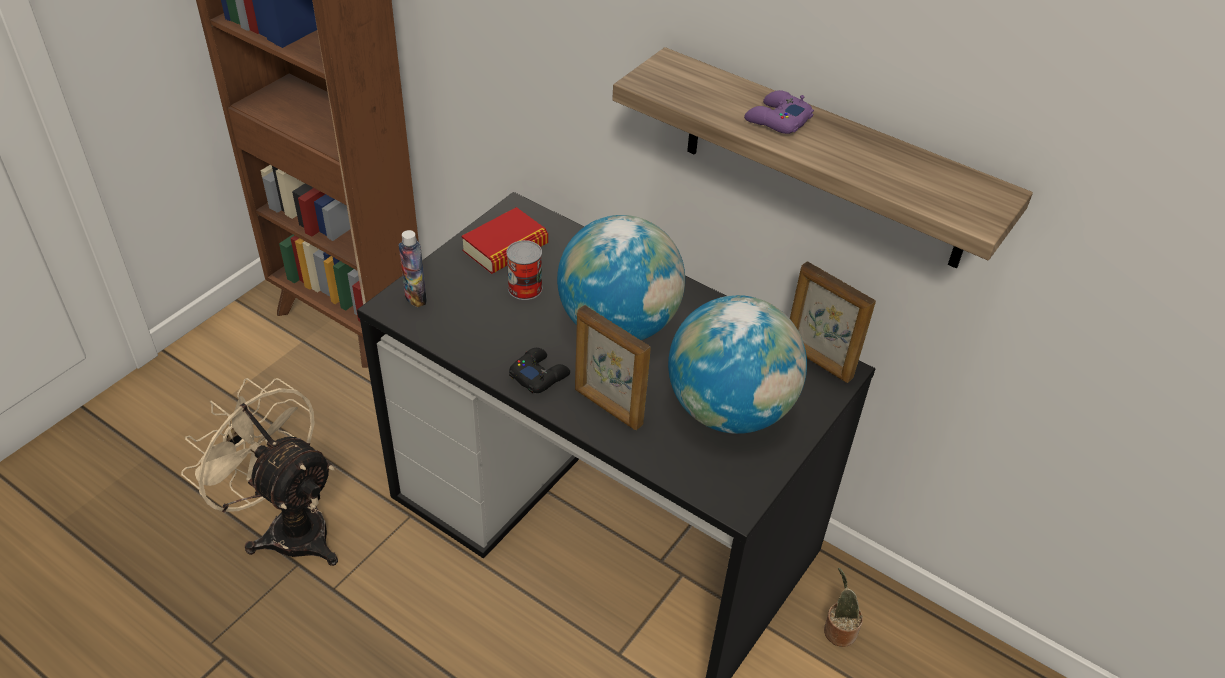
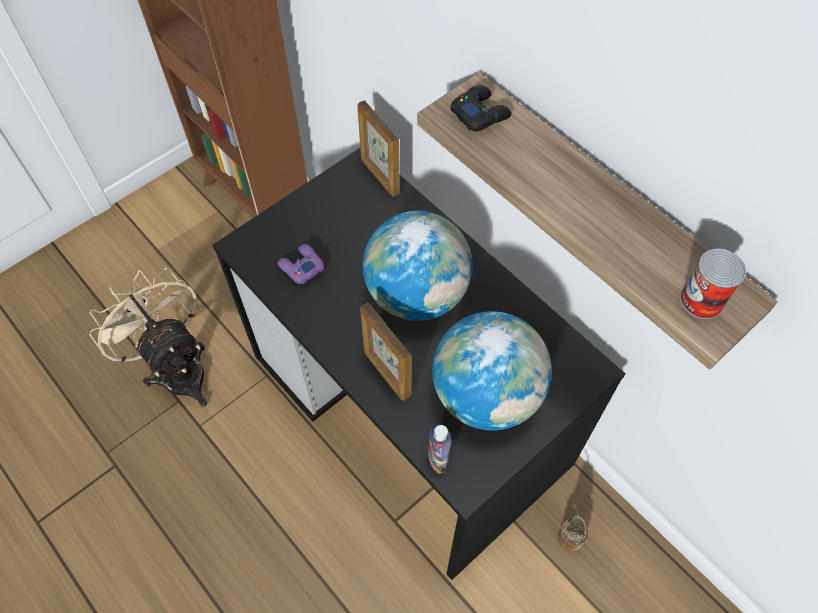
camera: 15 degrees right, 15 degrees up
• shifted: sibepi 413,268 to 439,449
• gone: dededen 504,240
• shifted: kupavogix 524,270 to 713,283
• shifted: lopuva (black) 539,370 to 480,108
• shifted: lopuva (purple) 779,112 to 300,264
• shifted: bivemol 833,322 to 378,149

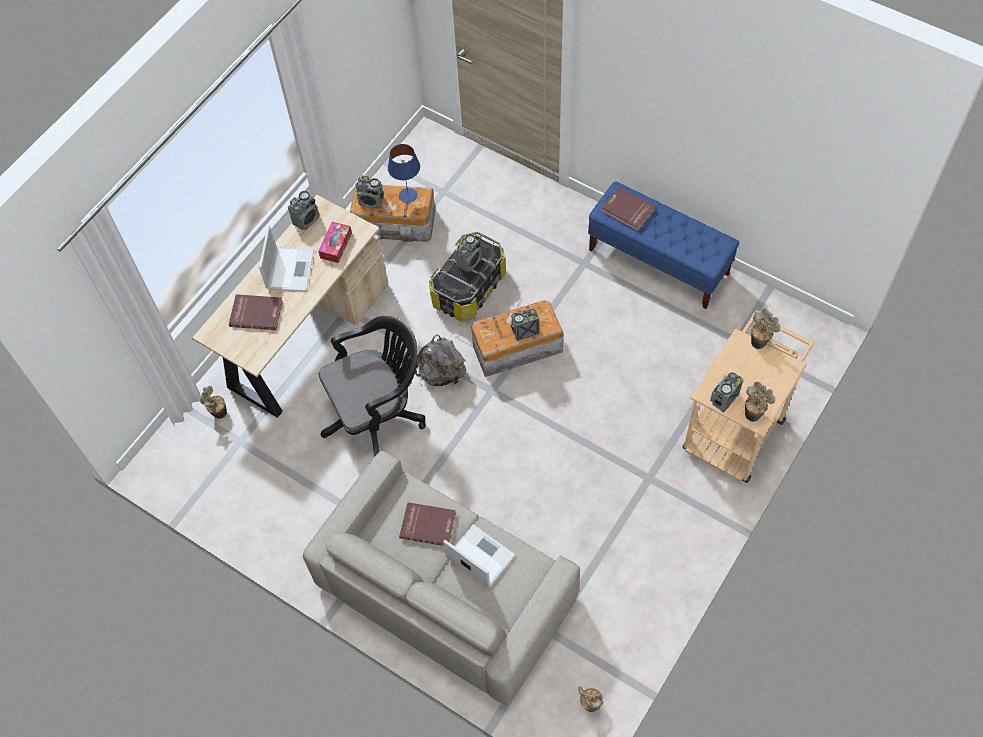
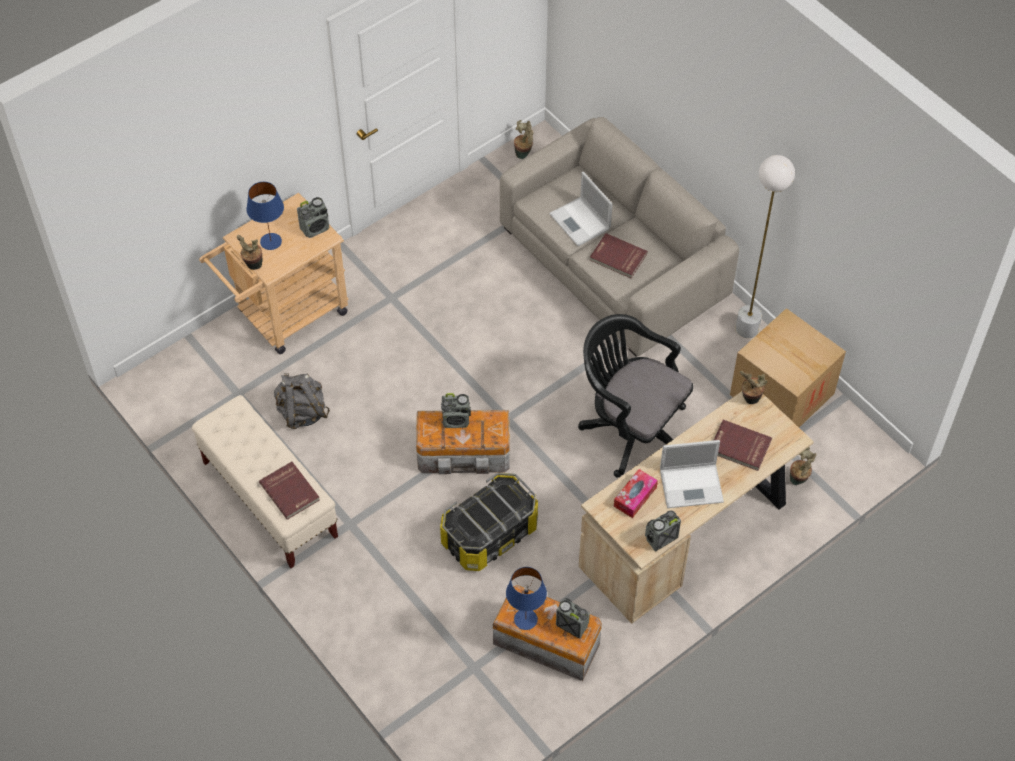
camera: 165 degrees left, 5 degrees down
• rotated: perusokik 286,258 = 692,474 120 degrees counterclockwise
• rotated: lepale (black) 372,386 = 635,395 45 degrees clockwise
• shifted: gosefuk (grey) 440,360 to 302,401
• gone: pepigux 468,253
• repainted: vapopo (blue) 663,245 to vapopo (beige) 265,481
• shifted: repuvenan 760,402 to 753,387
• new: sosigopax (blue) 265,216
• new: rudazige 788,367
• new: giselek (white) 765,246

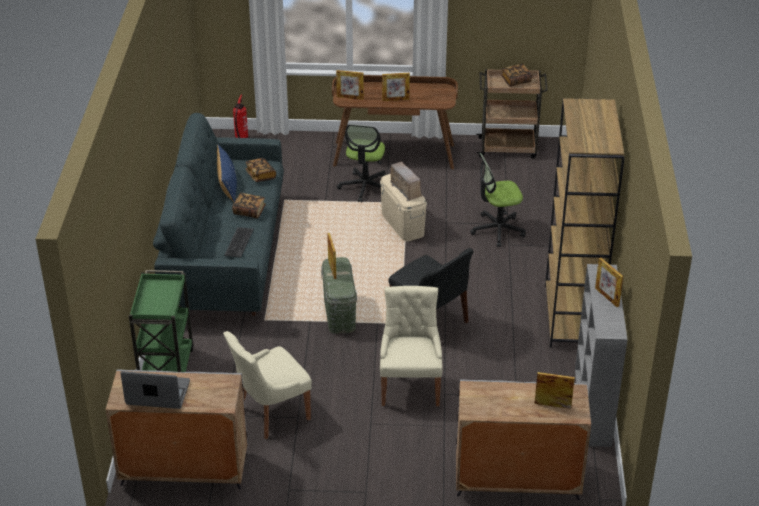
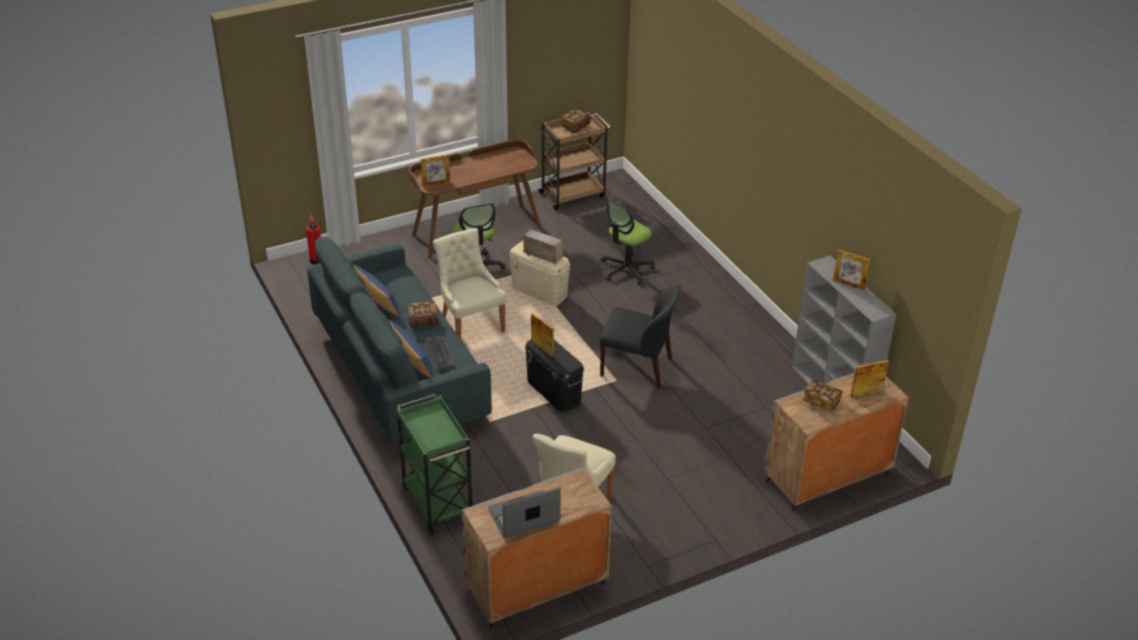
camera: 30 degrees left, 0 degrees up
• shifted: dededen 261,170 to 822,396
• repainted: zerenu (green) 339,295 to zerenu (black) 554,376
• shifted: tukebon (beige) 411,346 to 469,283
• gone: bivemol 396,87
• gone: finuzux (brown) 585,223
• new: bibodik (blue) 411,349

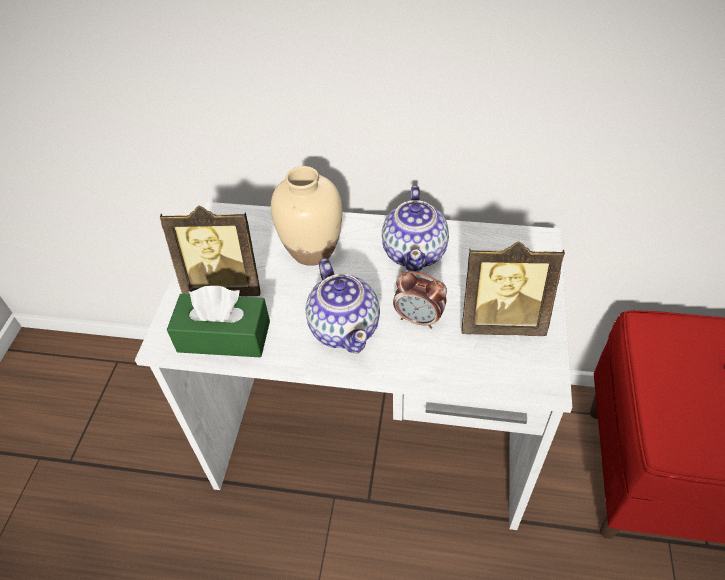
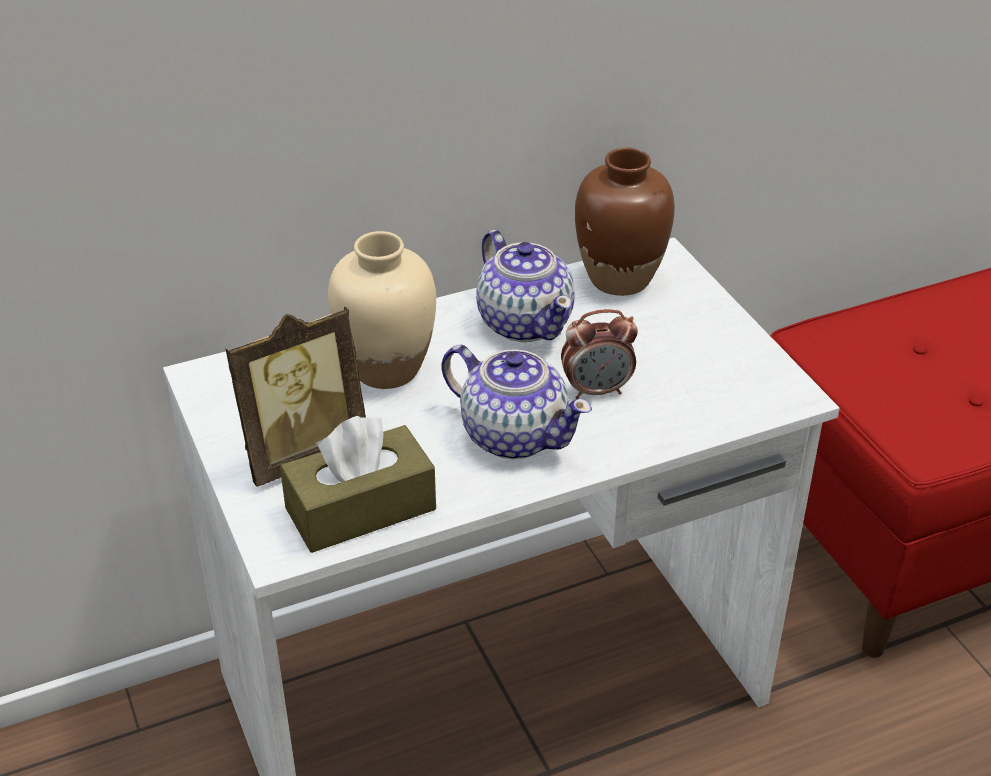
camera: 35 degrees left, 10 degrees down
• repainted: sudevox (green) 218,321 to sudevox (brown) 358,484
• gone: bivemol 513,288
• new: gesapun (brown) 625,222

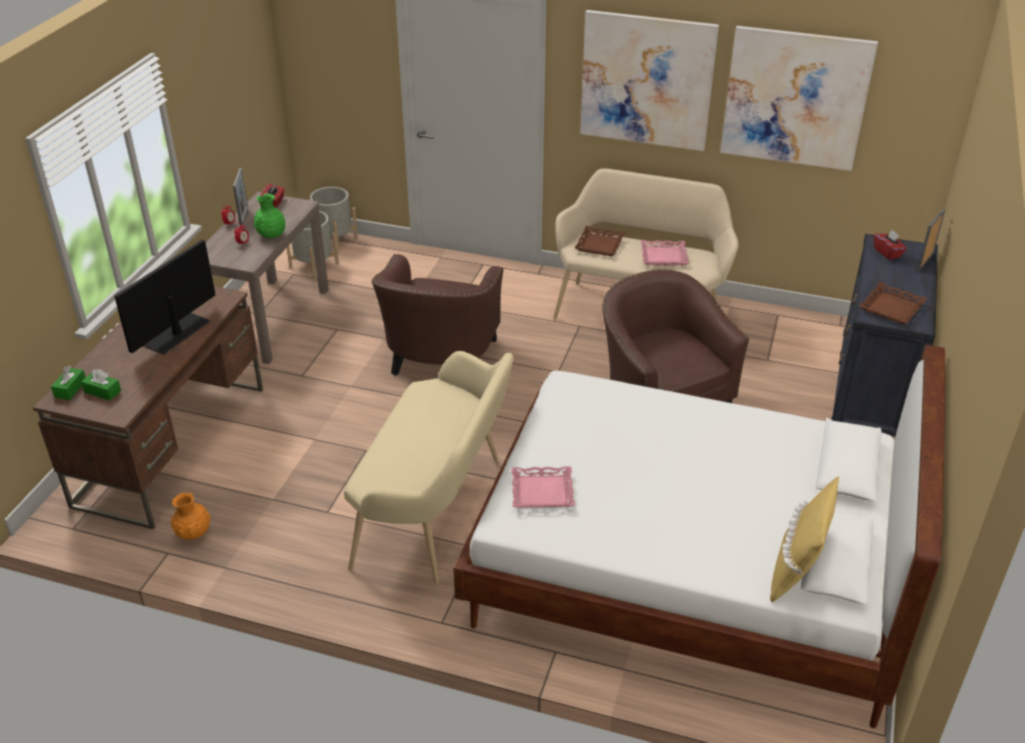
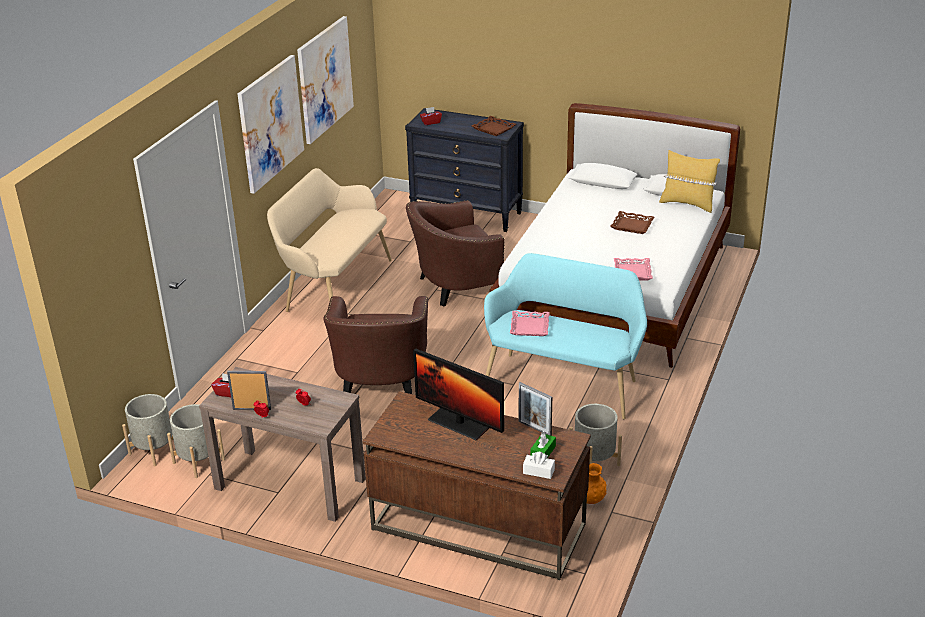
camera: 85 degrees left, 5 degrees down
• repainted: sudevox (green) 68,382 to sudevox (white) 539,465
• gone: gesapun (green) 269,216
• repainted: vapopo (beige) 429,467 to vapopo (turquoise) 565,336
• rotated: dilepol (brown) 437,315 = 375,345 75 degrees clockwise
• shifted: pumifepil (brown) 599,241 to 632,222
• shifted: pumifepil (pink) 664,253 to 530,323
• shifted: bivemol 931,239 to 535,409
• new: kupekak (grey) 595,435

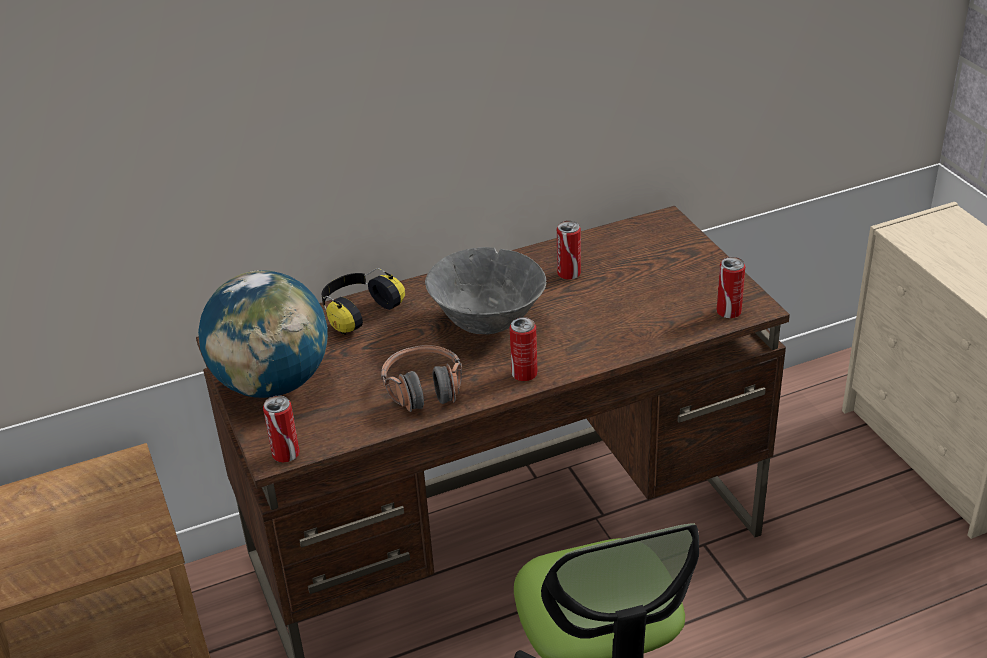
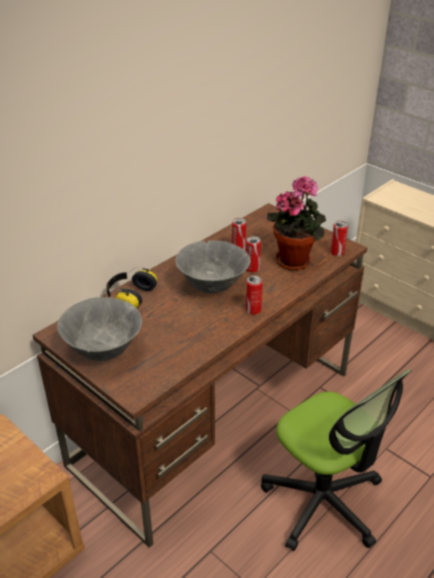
camera: 25 degrees left, 0 degrees up
• swapped: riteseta 263,334 to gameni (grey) 99,329
• shifted: kupavogix 281,429 to 253,254
• gone: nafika 421,378
• new: repuvenan 296,223

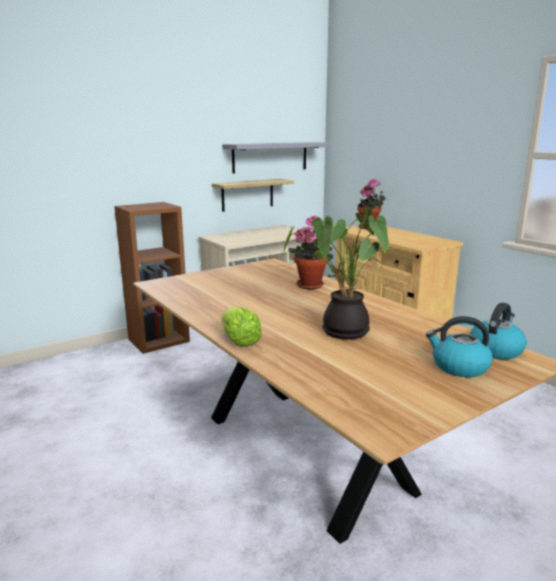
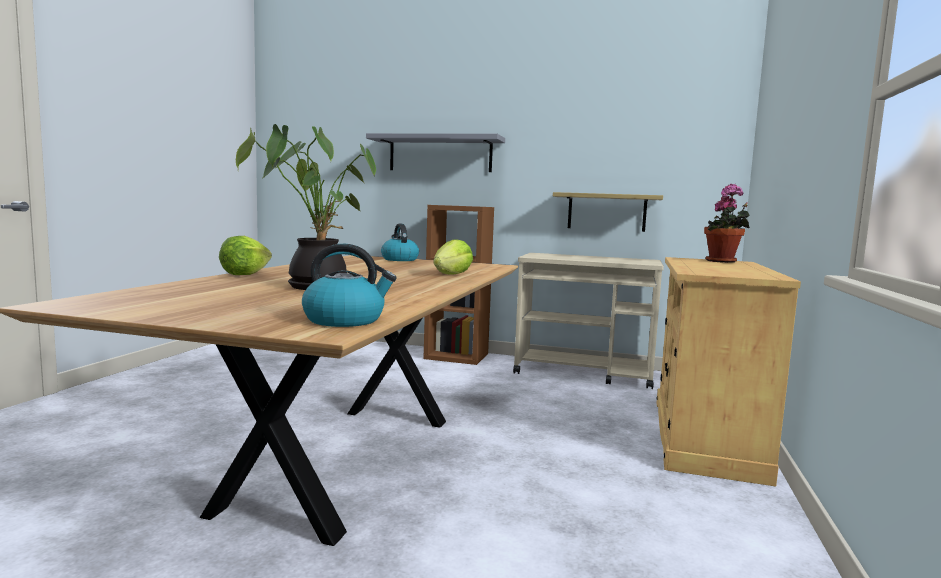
camera: 50 degrees right, 10 degrees down
• shifted: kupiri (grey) 276,157 to 435,152
• swapped: repuvenan 310,252 to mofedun 453,257
• shifted: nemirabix 459,346 to 400,242

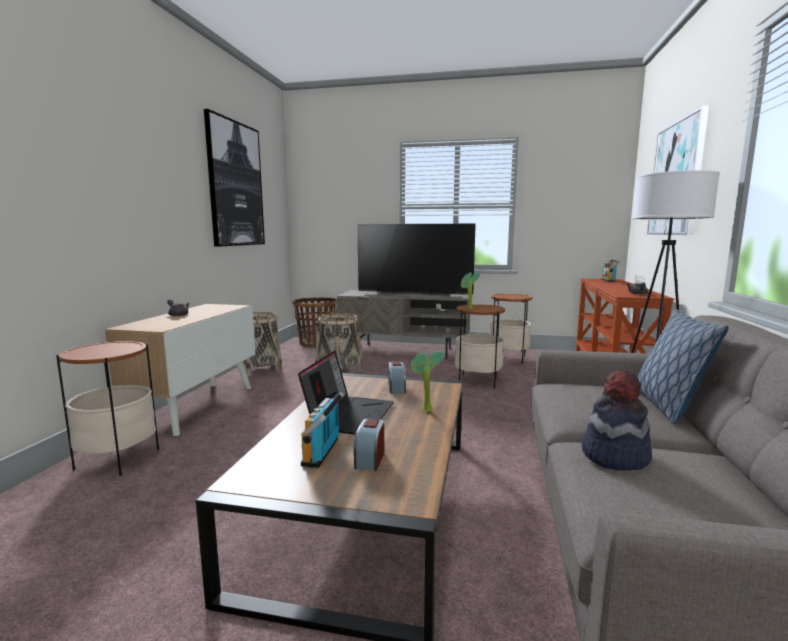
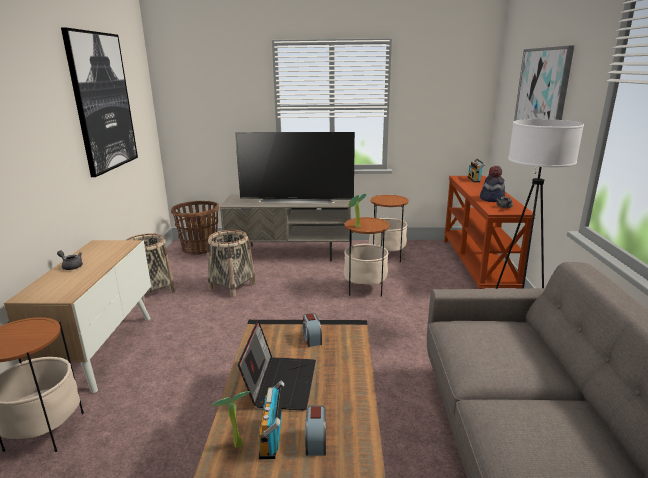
camera: 10 degrees left, 10 degrees up
• shifted: repuvenan 427,381 to 231,419
• shifted: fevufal 617,420 to 492,184
• gone: bibodik 683,366

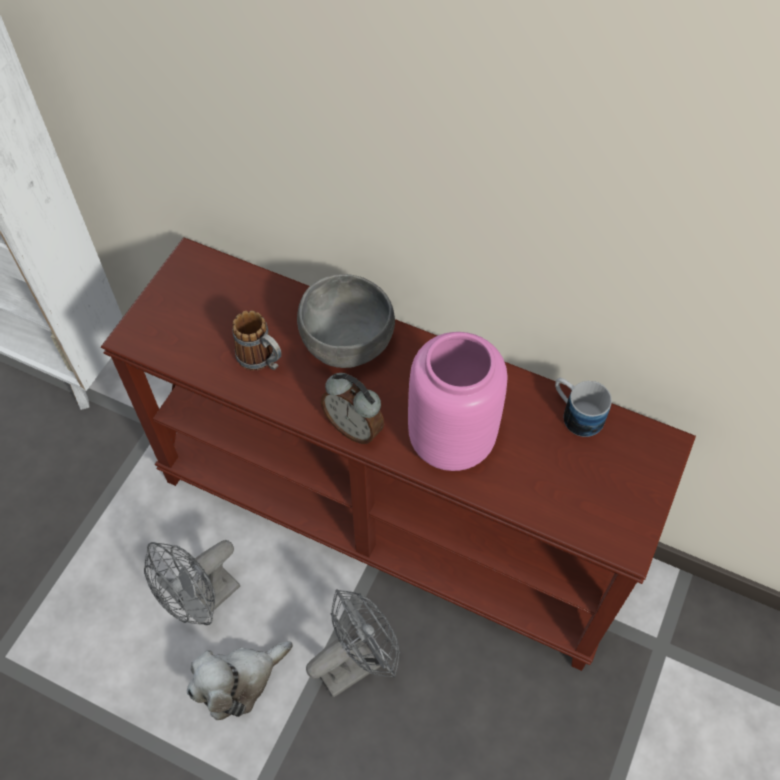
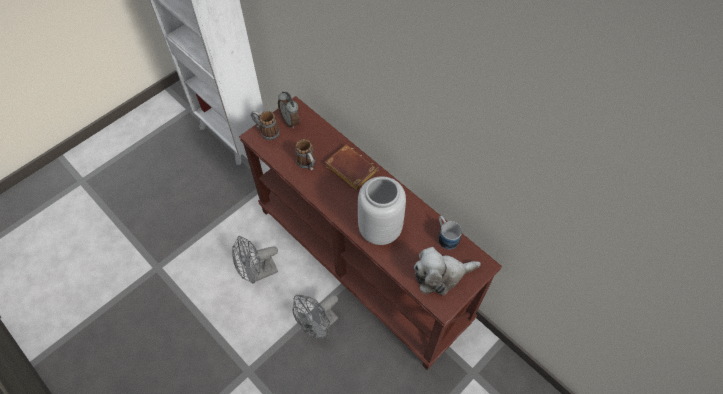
camera: 20 degrees right, 0 degrees up
• shifted: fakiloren 240,680 to 447,271
• swapped: gameni (grey) 346,321 to dededen (brown) 352,167
• rotated: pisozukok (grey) 353,643 = 315,316 150 degrees clockwise
• shifted: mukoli 352,408 to 288,110
• repainted: gesapun (pink) 458,401 to gesapun (grey) 382,210
• new: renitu 265,125

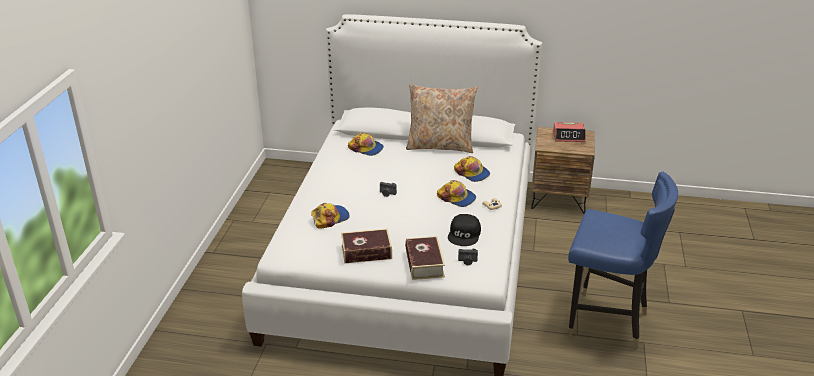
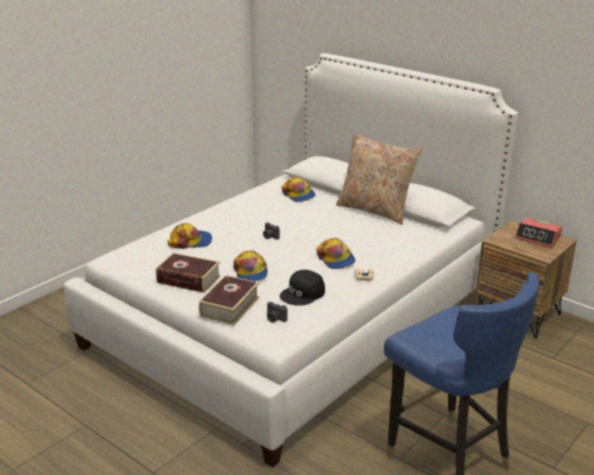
camera: 30 degrees right, 5 degrees down
• shifted: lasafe 472,169 to 250,265

